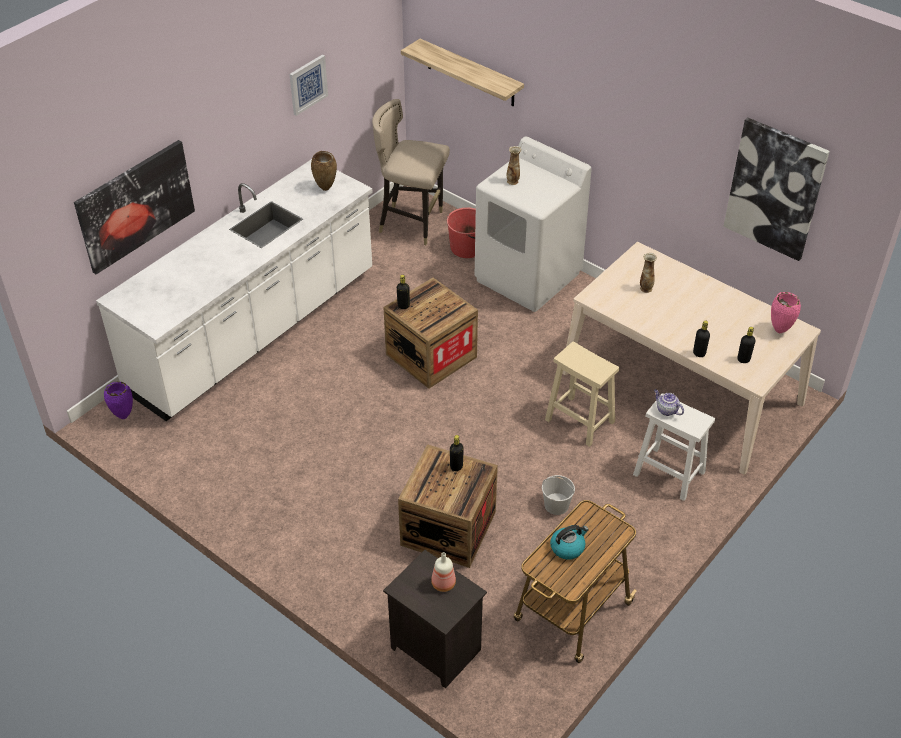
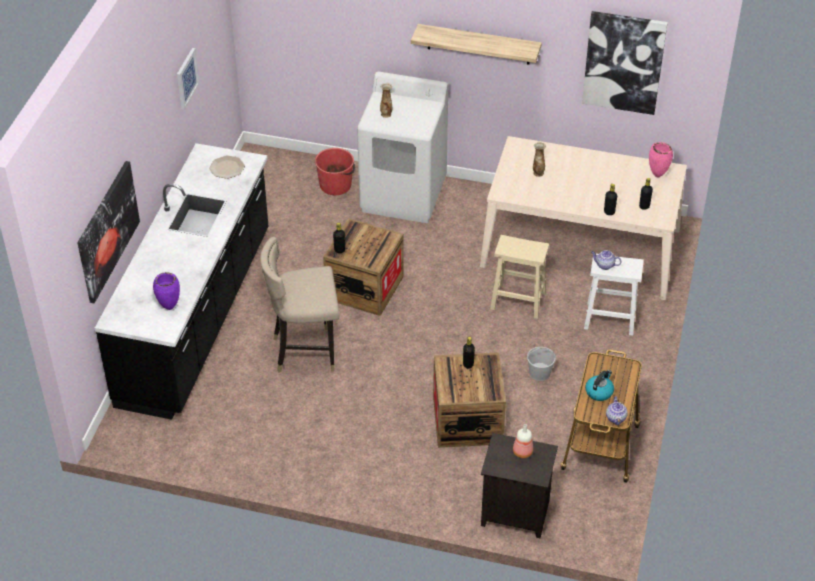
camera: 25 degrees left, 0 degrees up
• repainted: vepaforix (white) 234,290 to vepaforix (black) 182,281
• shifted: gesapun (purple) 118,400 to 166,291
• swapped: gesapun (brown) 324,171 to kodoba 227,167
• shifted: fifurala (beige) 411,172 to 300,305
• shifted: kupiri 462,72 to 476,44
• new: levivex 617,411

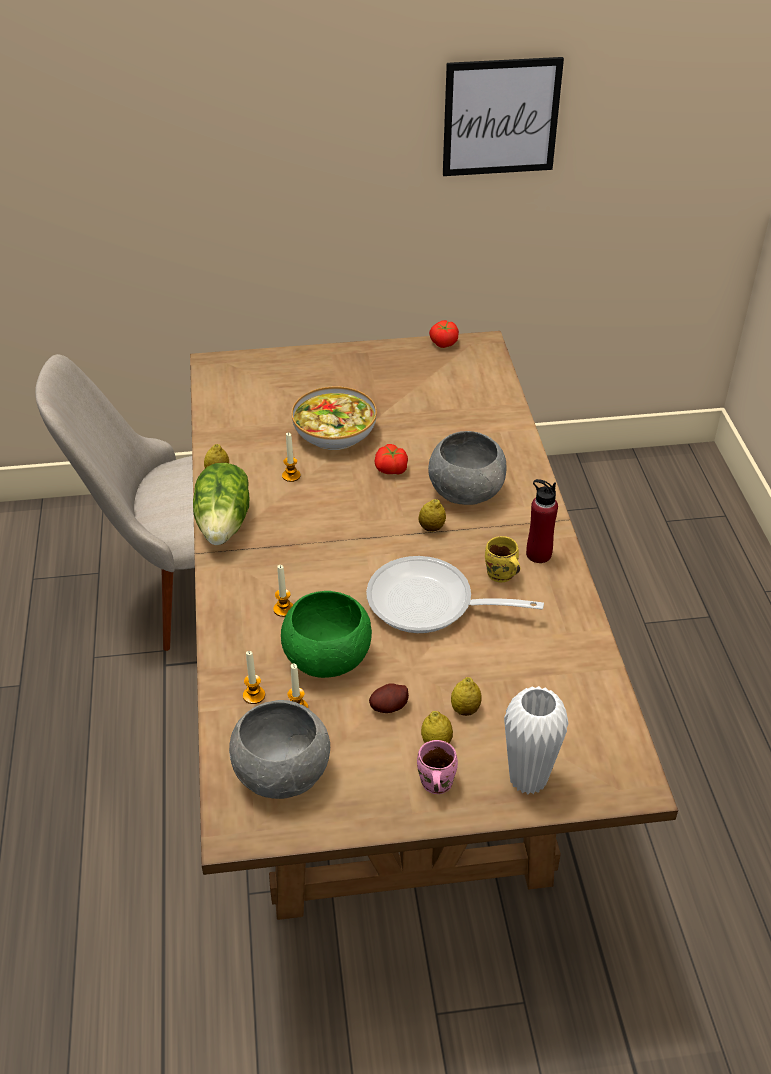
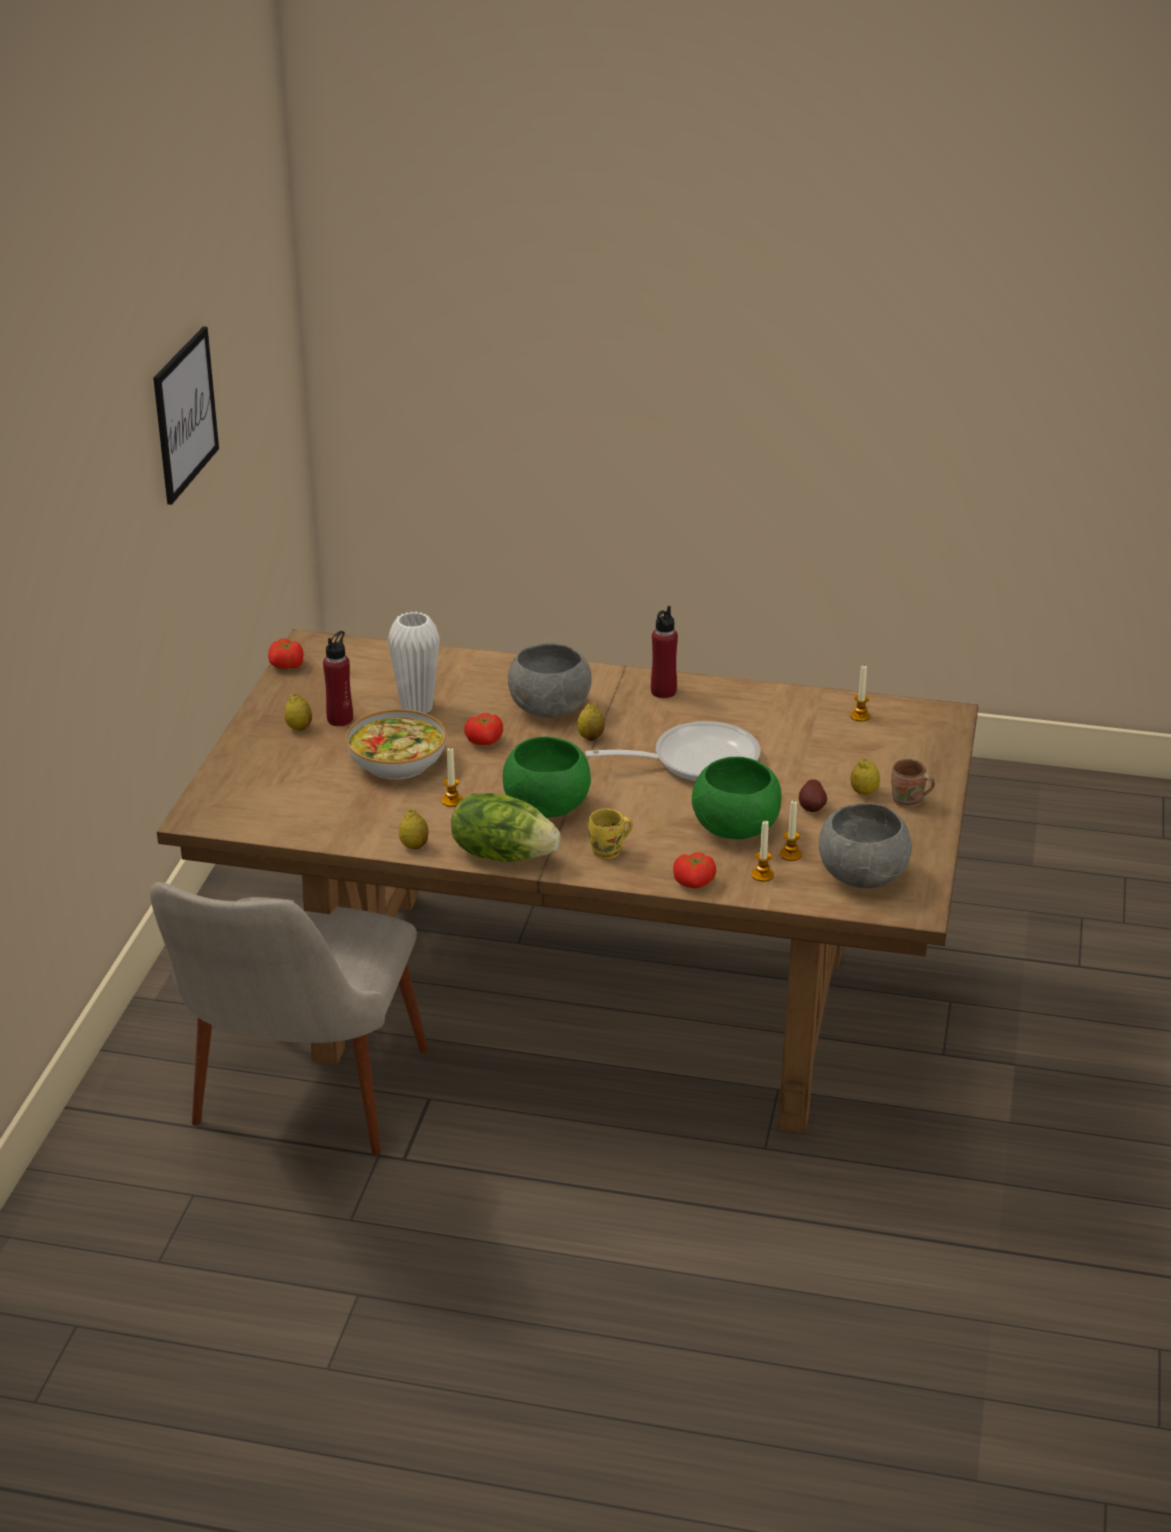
camera: 70 degrees left, 10 degrees down
• shifted: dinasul 283,591 to 860,694
• rotated: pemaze 455,594 = 672,751 135 degrees counterclockwise
• repainted: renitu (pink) 437,767 to renitu (brown) 913,783
• shifted: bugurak 466,696 to 298,712
• shifted: renitu (yellow) 502,559 to 610,834
• shifted: gesapun (white) 536,740 to 414,663
• new: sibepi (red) 338,678
• new: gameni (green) 547,777
• new: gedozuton 694,870

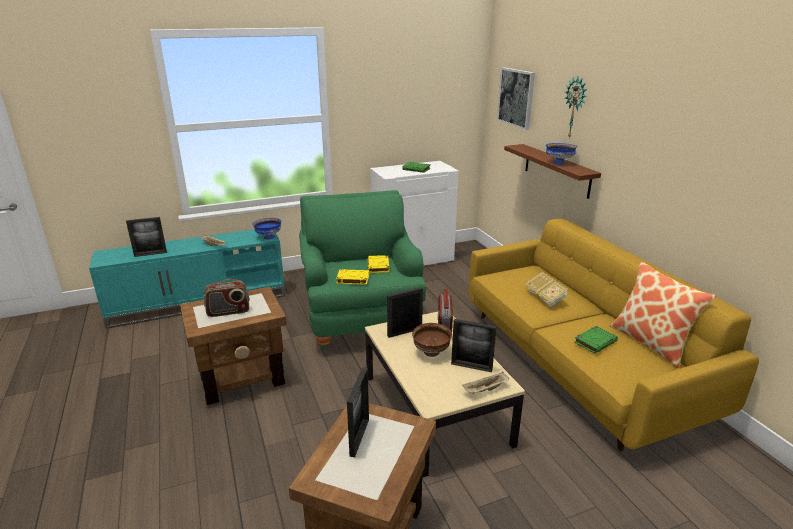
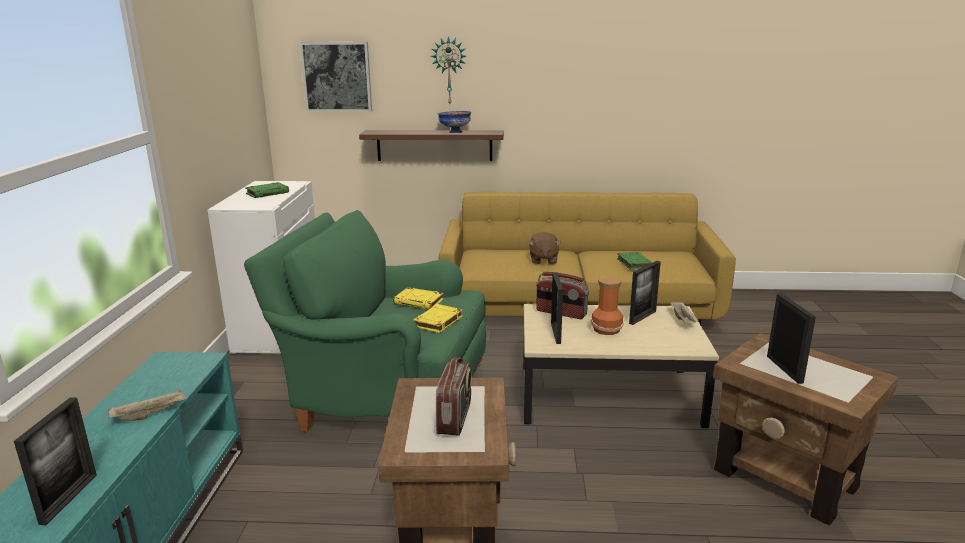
camera: 65 degrees left, 5 degrees down
• gone: gameni (blue) 267,228
• rotated: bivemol 358,412 = 791,339 45 degrees clockwise
• swapped: gameni (brown) 432,340 to gesapun 607,305
• swapped: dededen 546,289 to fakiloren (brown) 545,248
• gone: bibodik 663,314

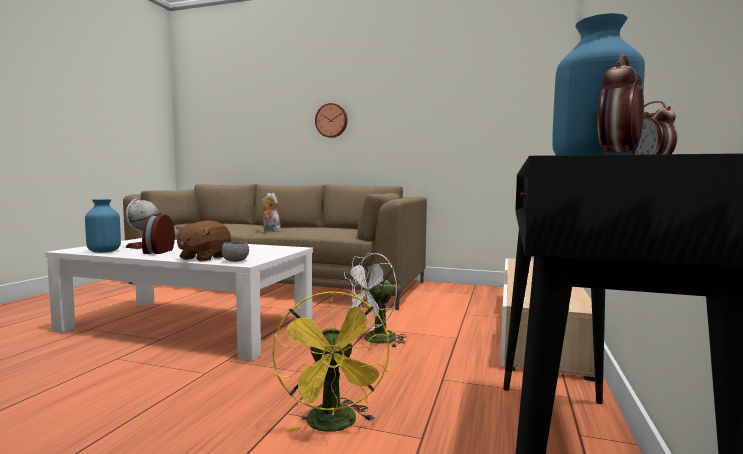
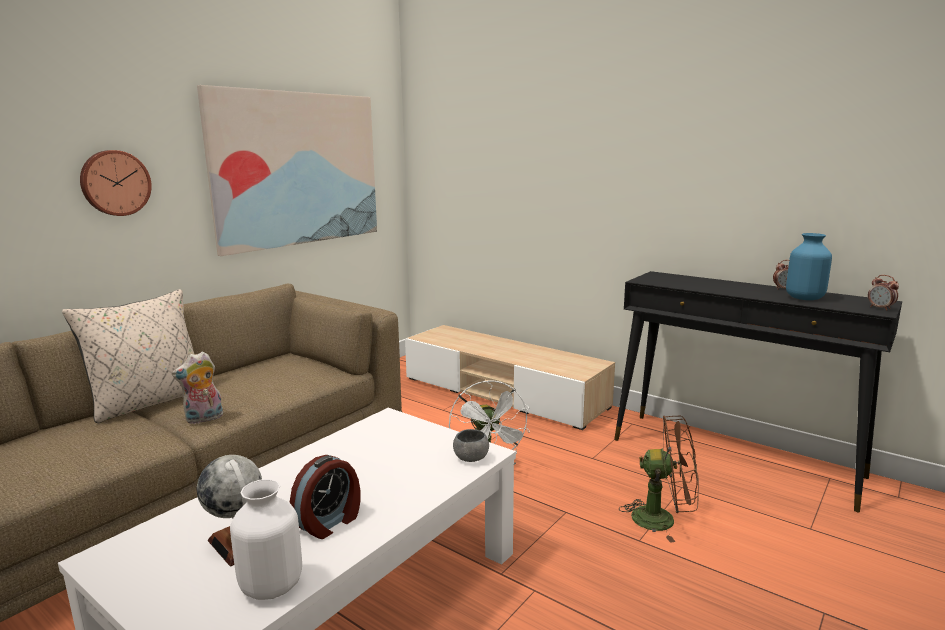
camera: 70 degrees left, 10 degrees up
• repainted: gesapun (blue) 103,226 to gesapun (white) 266,539
• rotated: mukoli 158,233 = 325,497 75 degrees counterclockwise
• gone: fakiloren (brown) 203,241
• repainted: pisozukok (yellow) 331,362 to pisozukok (brown) 659,479
• new: bibodik (beige) 128,356
• new: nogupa 287,170

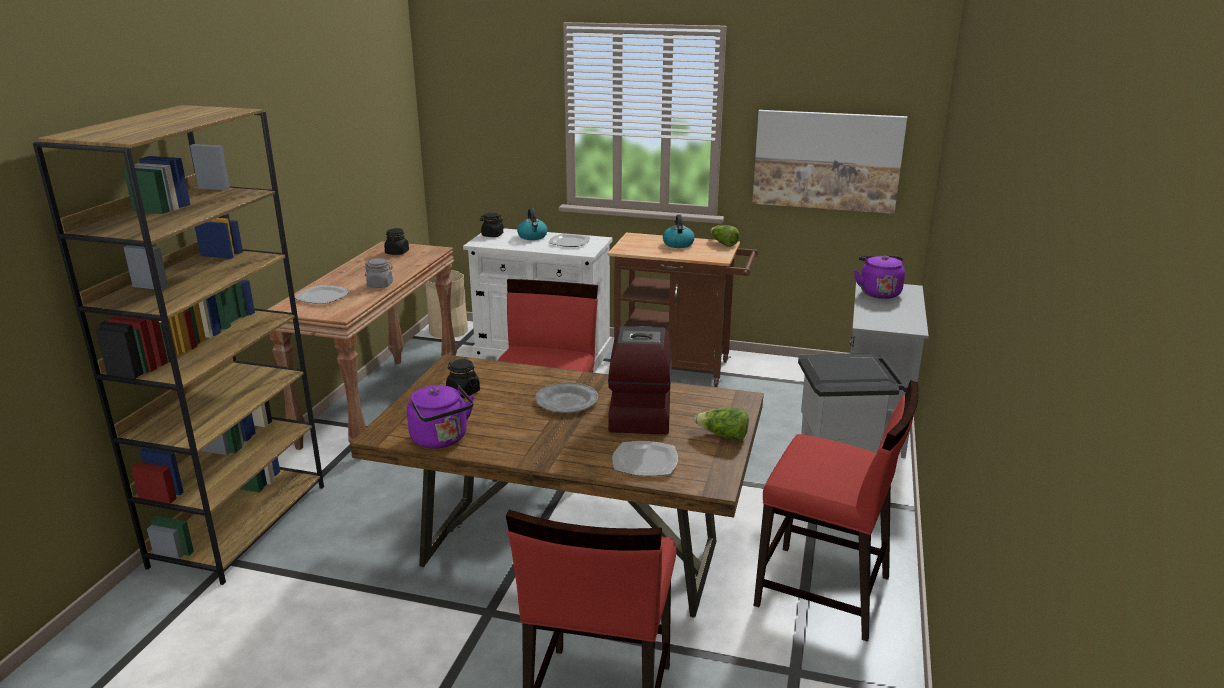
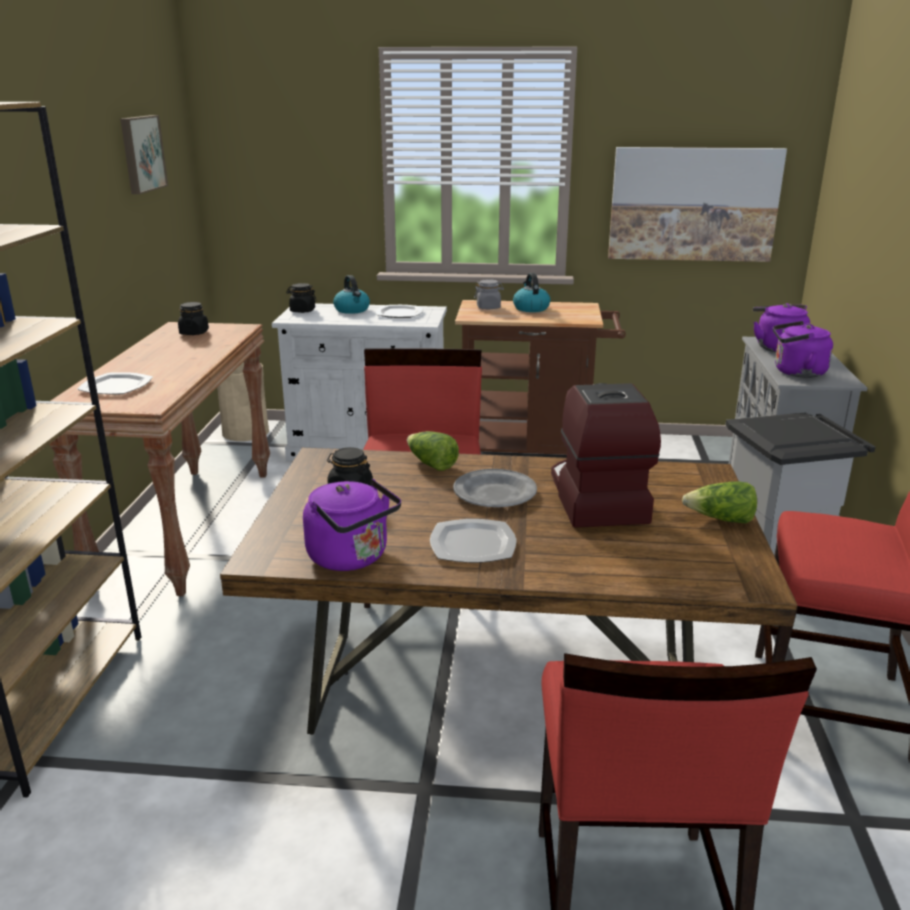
camera: 10 degrees left, 0 degrees up
• shifted: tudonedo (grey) 379,273 to 489,294
• shifted: kodoba 645,458 to 473,541
• shifted: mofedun 725,236 to 433,451
• new: nogupa 144,154
• new: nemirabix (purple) 803,349

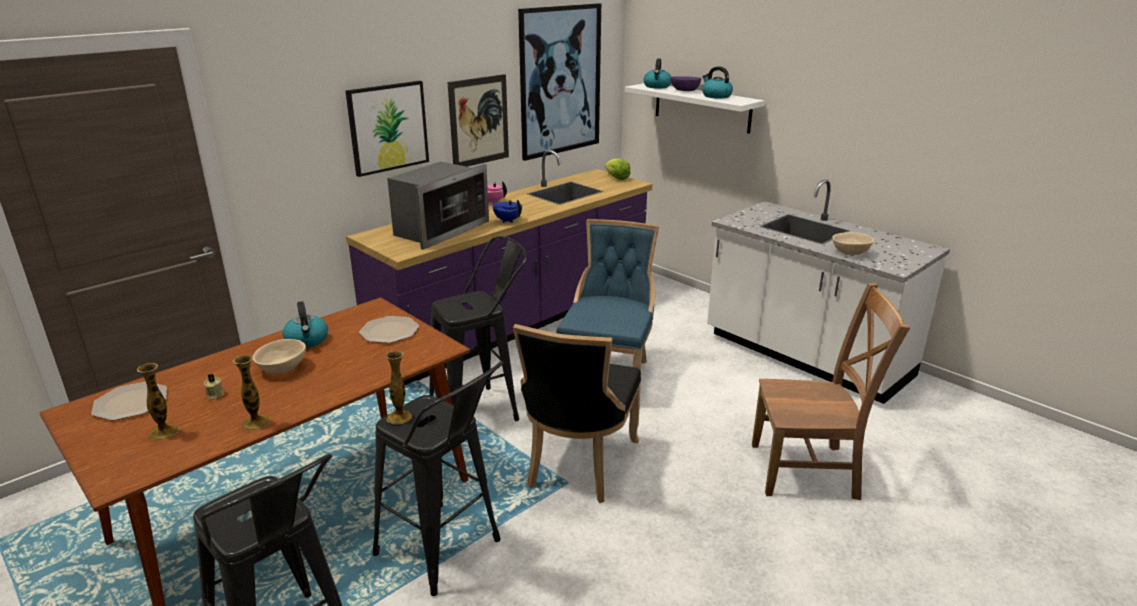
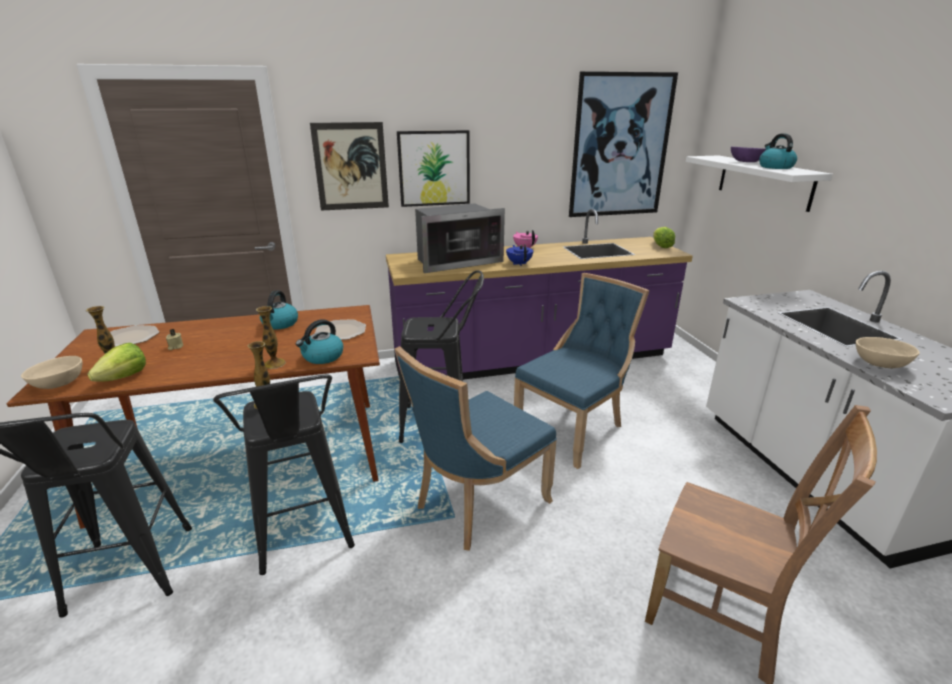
camera: 30 degrees right, 0 degrees up
• shifted: gesapun 251,393 to 271,337
• shifted: gameni (beige) 279,356 to 51,372
• shifted: nogupa 478,120 to 349,166
• repainted: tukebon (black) 577,413 to tukebon (blue) 476,448
• shifted: nemirabix 657,73 to 319,341
• new: mofedun 116,362

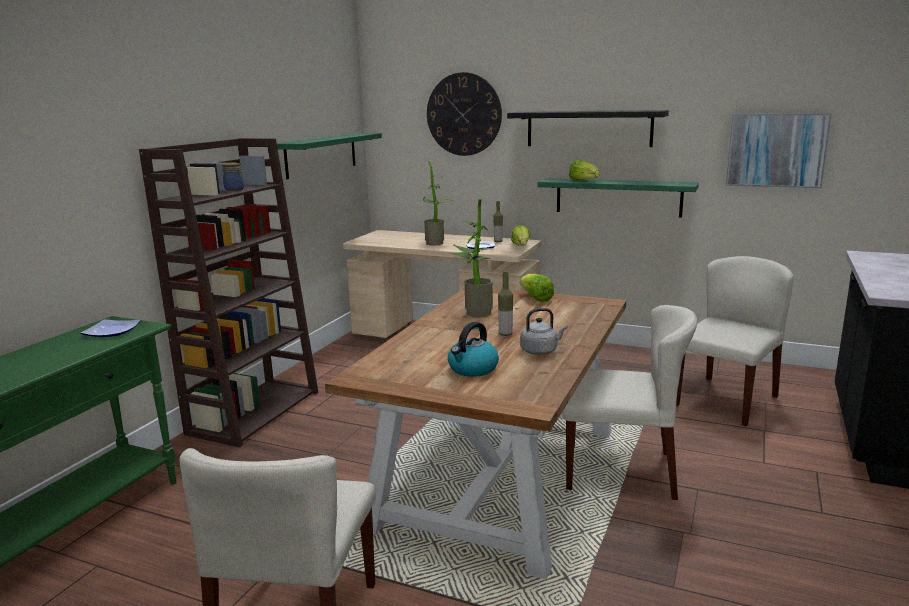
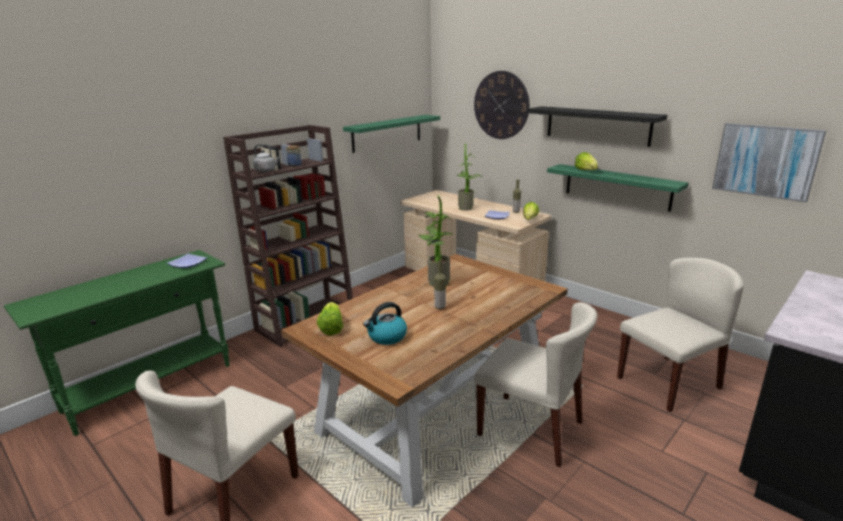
camera: 20 degrees right, 5 degrees up
• shifted: mofedun 537,288 to 330,318
• shifted: nemirabix (grey) 543,331 to 266,158

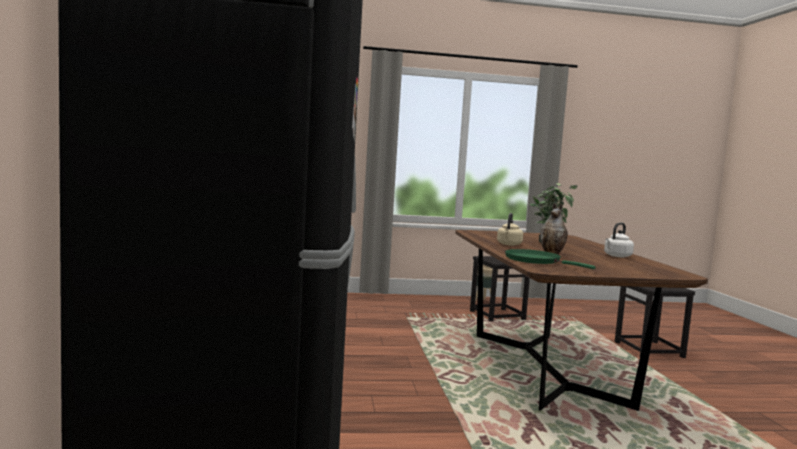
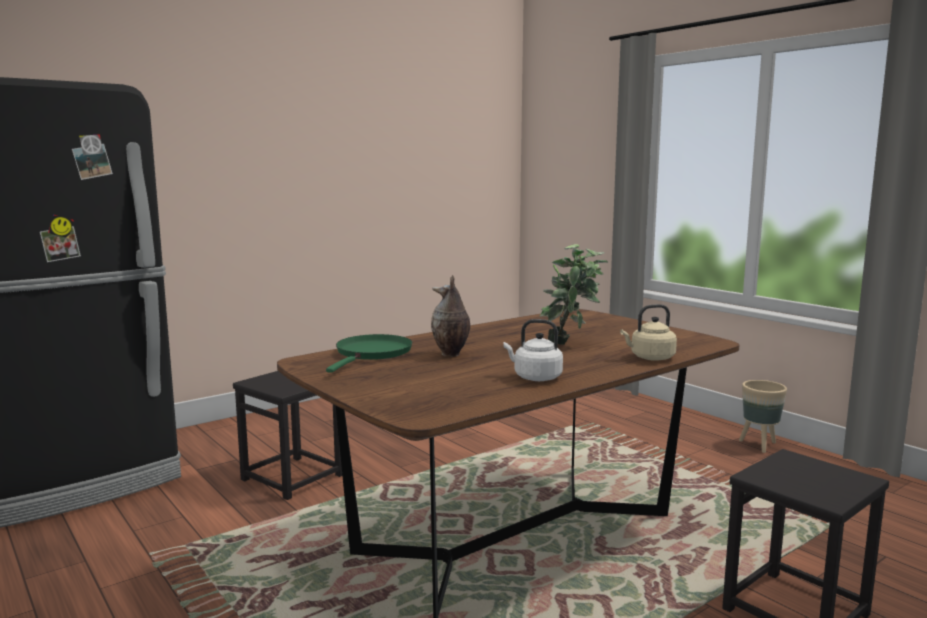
camera: 60 degrees right, 5 degrees up
• shifted: fifurala (black) 500,288 to 287,435
• shifted: nemirabix (beige) 510,229 to 648,332

